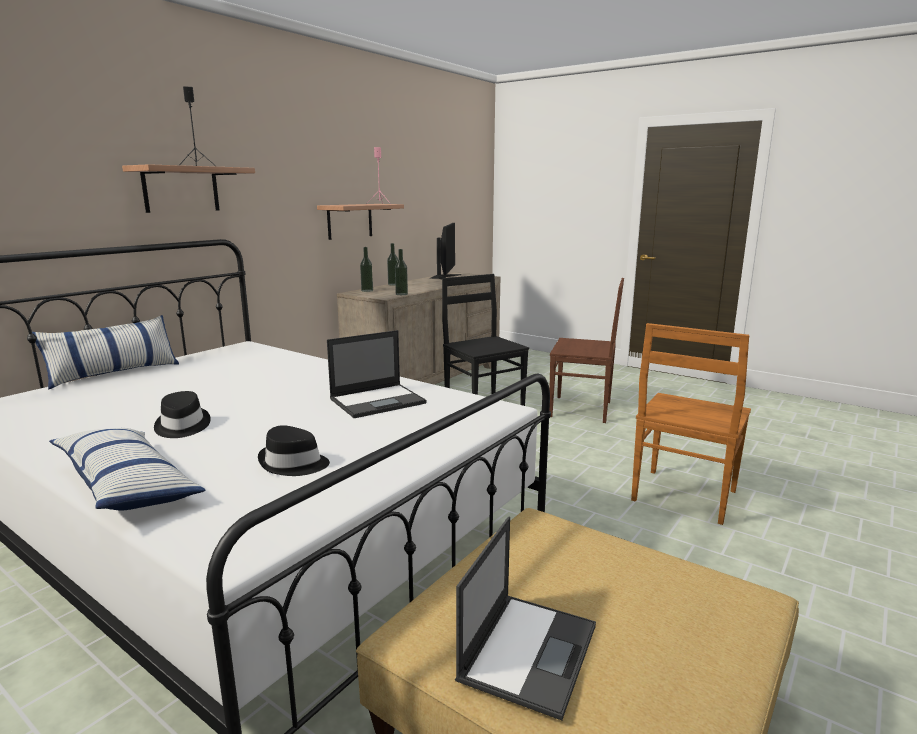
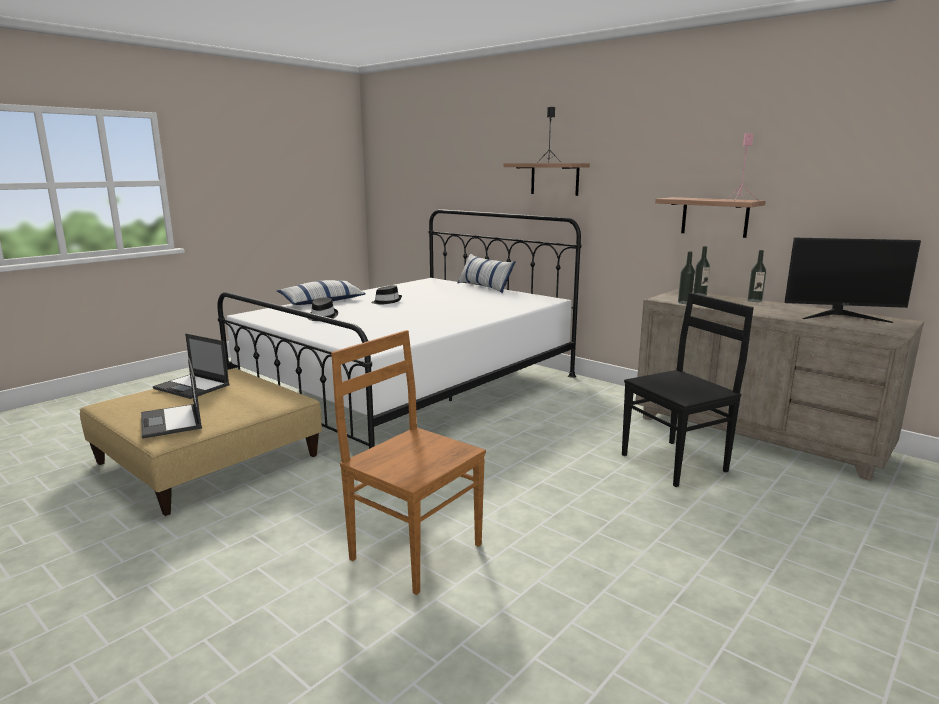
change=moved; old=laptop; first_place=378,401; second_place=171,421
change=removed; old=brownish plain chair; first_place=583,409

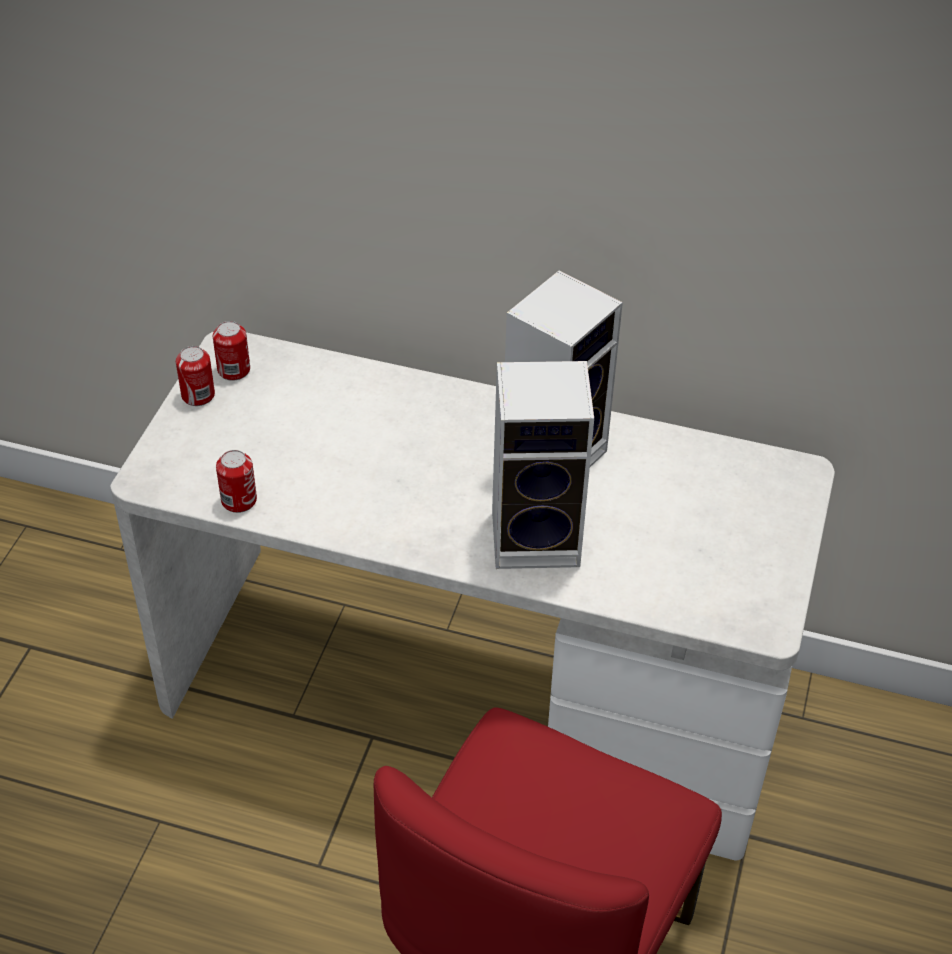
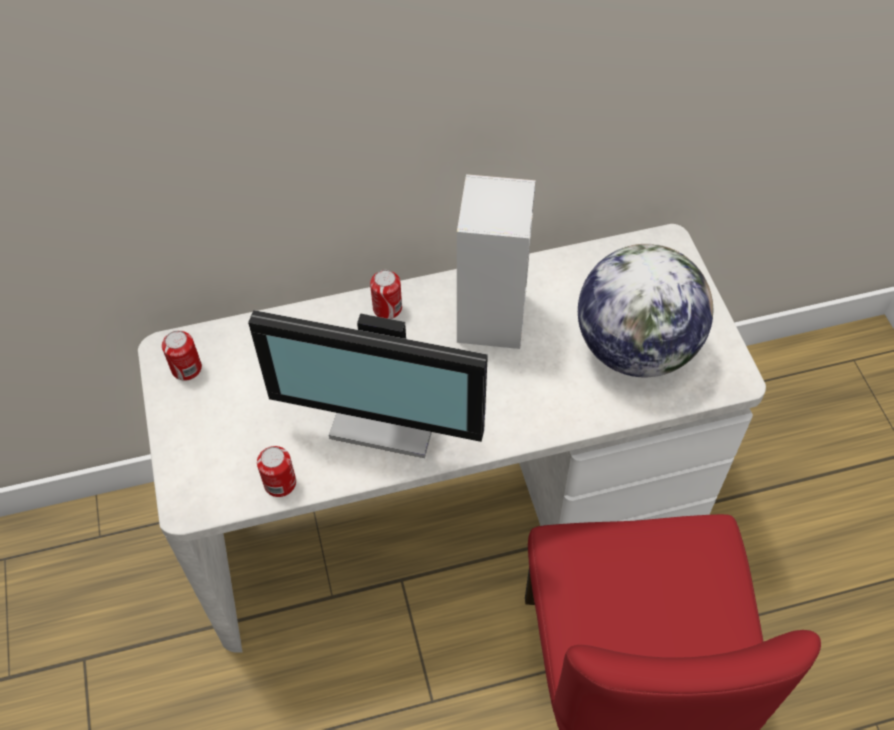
change=added; new=computer display; second_place=389,412
change=moved; old=metal can; first_place=198,395; second_place=387,308
change=added; new=globe; second_place=635,348
change=removed; old=loudspeaker; first_place=539,537

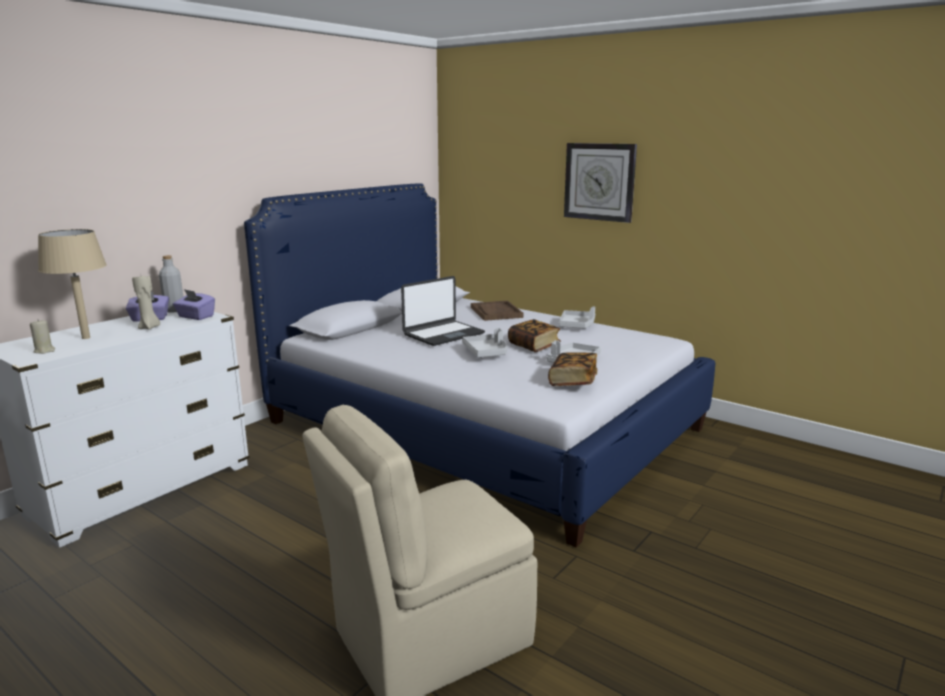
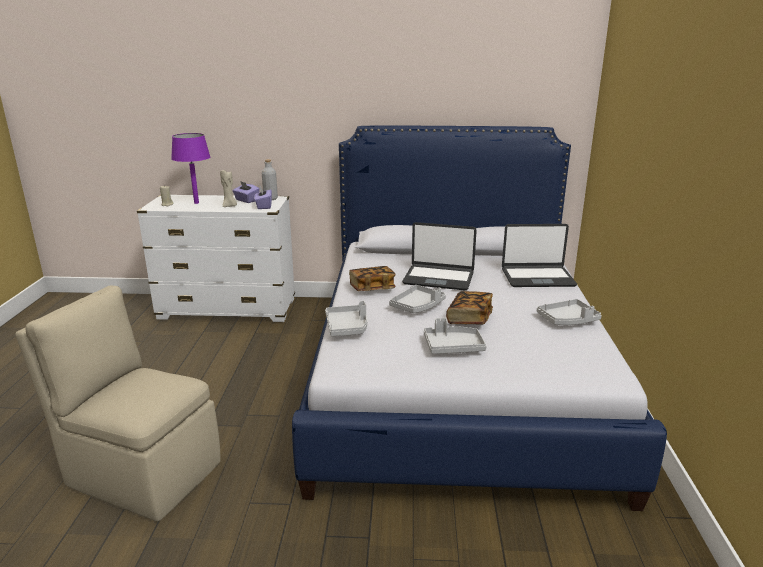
change=recoloured; old=beige tabletop lamp; new=purplish tabletop lamp; first_place=86,338; second_place=196,203
change=added; new=gray serving tray; second_place=347,327
change=moved; old=book; first_place=573,381; second_place=372,288
change=replaced; old=brownish serving tray; new=laptop; first_place=496,312; second_place=537,277
change=removed; old=wall clock; first_place=599,182

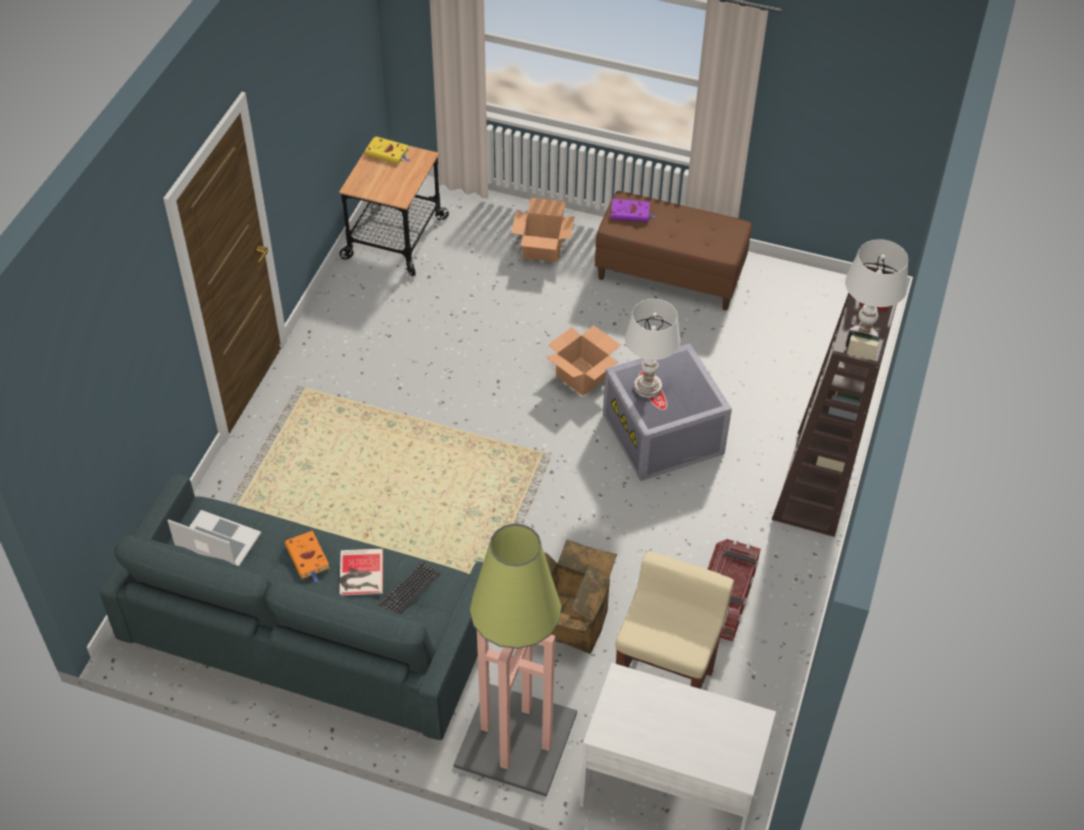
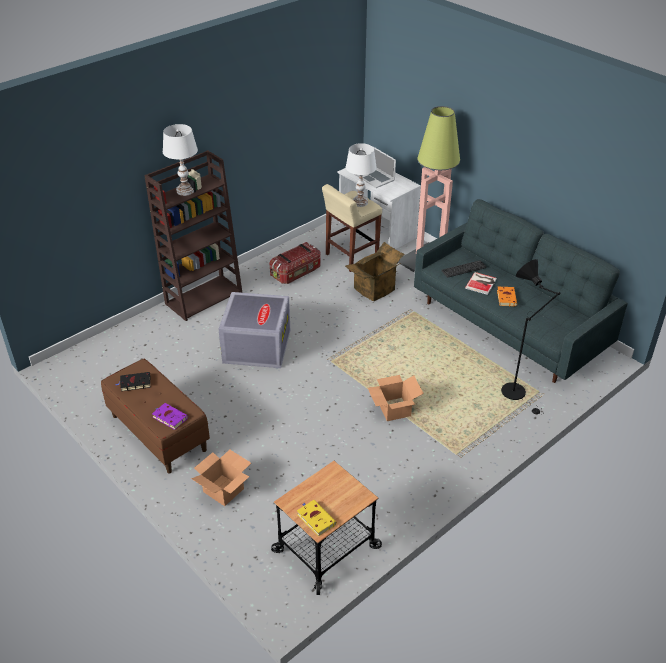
change=added; new=blackish book; second_place=134,383
change=moved; old=whitish tabletop lamp; first_place=647,387; second_place=360,202
change=moved; old=laptop; first_place=218,541; second_place=374,177
change=moved; old=cardboard box; first_place=581,376; second_place=395,410
change=added; new=blackish standard lamp; second_place=517,394

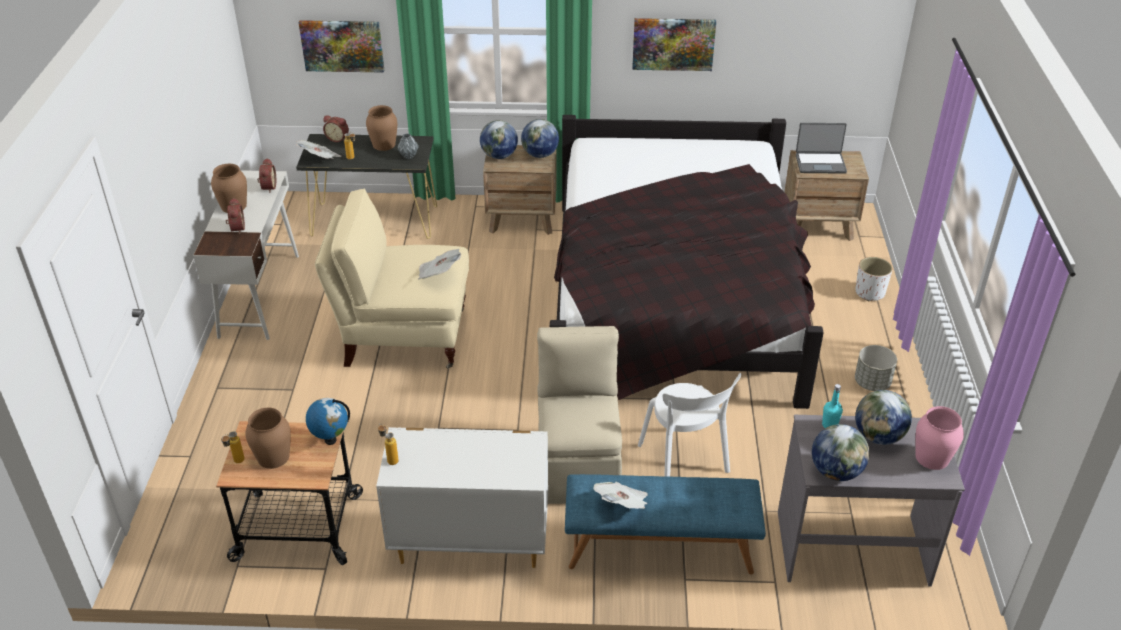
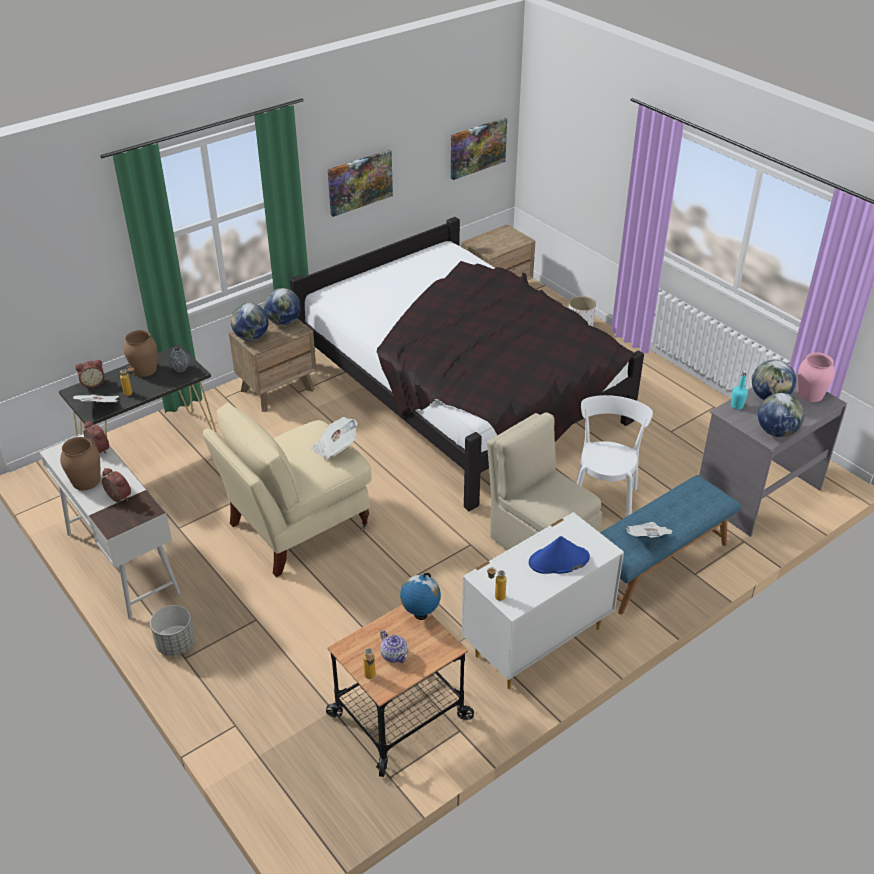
change=moved; old=gray flower pot; first_place=871,383; second_place=175,644
change=replaced; old=brownish decorative vase; new=pot for tea; first_place=274,456; second_place=394,655
change=moved; old=wall picture; first_place=342,45; second_place=477,148
change=added; new=blue wearable hat; second_place=558,560
change=turned; old=whitish plain chair; first_place=685,461; second_place=604,499; degrees=-105
change=removed; old=laptop; first_place=820,163

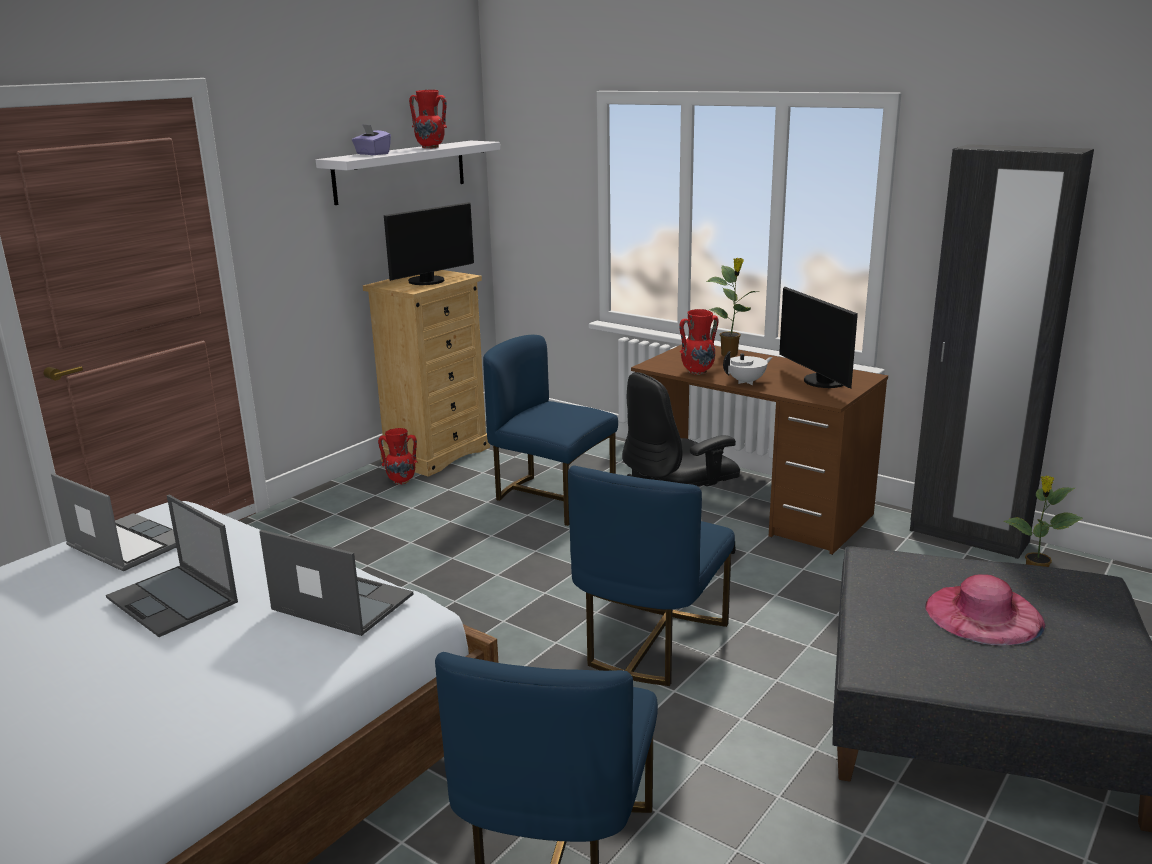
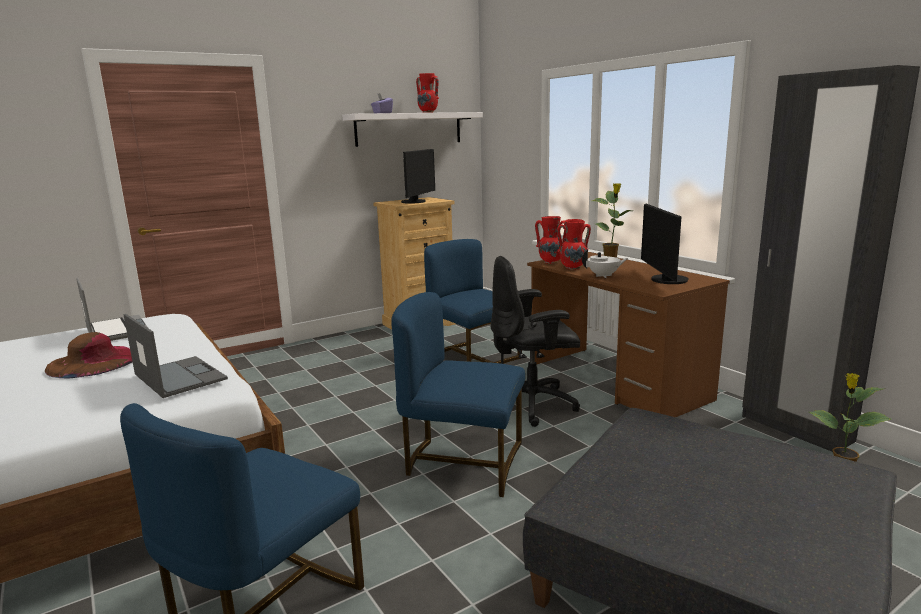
change=replaced; old=laptop; new=brownish wearable hat; first_place=173,600; second_place=93,362
change=turned; old=blue plain chair; first_place=649,642; second_place=463,462; degrees=60
change=turned; old=computer display; first_place=429,281; second_place=416,202; degrees=-45
change=moved; old=reddish decorative vase; first_place=401,481; second_place=550,262
change=removed; old=pink wearable hat; first_place=984,614

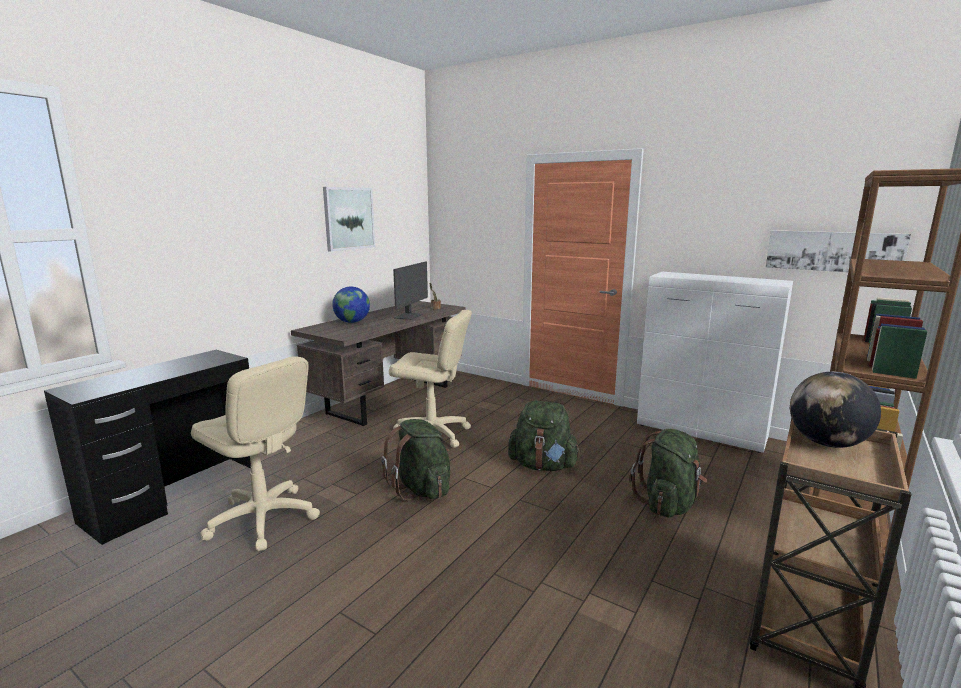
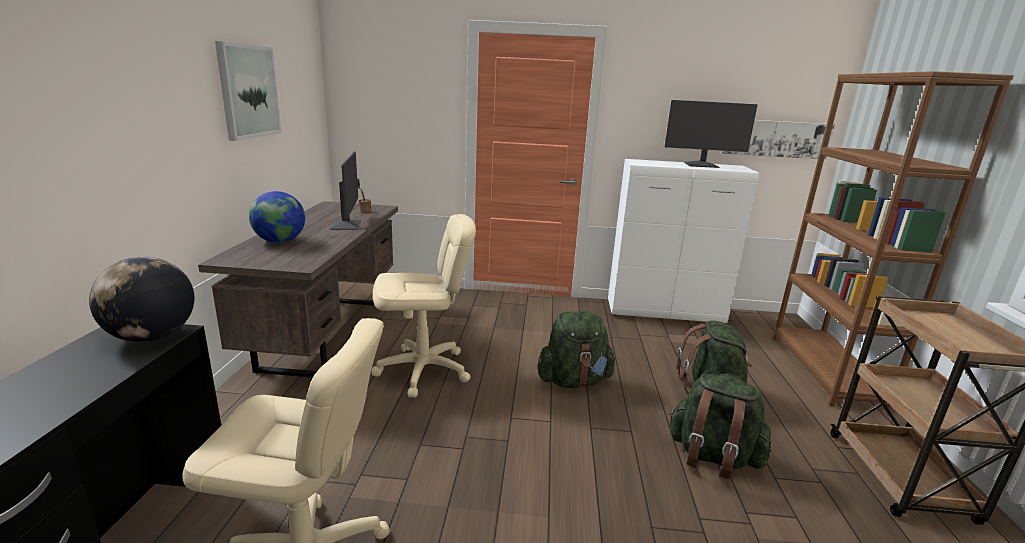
change=moved; old=globe; first_place=826,443; second_place=152,337
change=added; new=computer display; second_place=701,165
change=moved; old=green-coloured rucksack; first_place=421,489; second_place=712,457

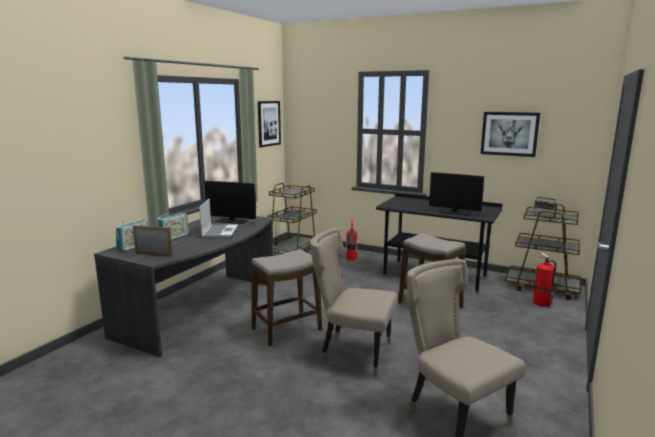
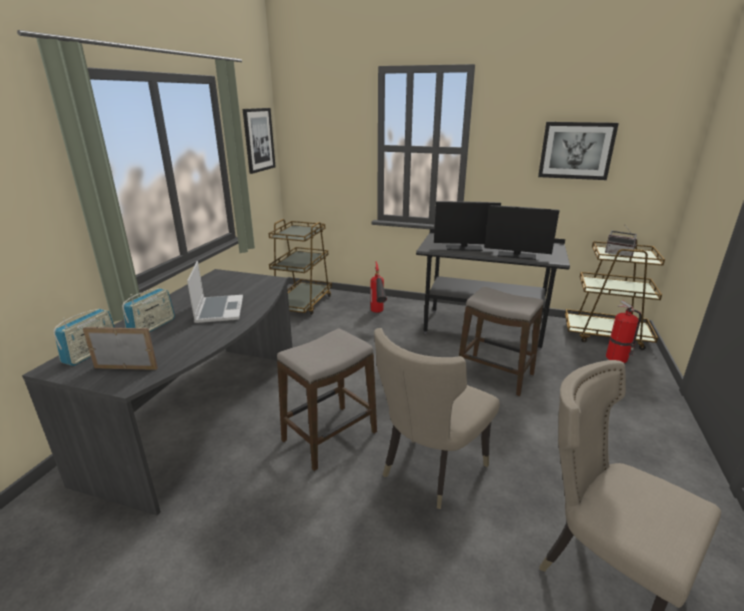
change=turned; old=beige plain chair; first_place=352,353; second_place=429,469; degrees=-60
change=moved; old=computer display; first_place=232,221; second_place=464,248

